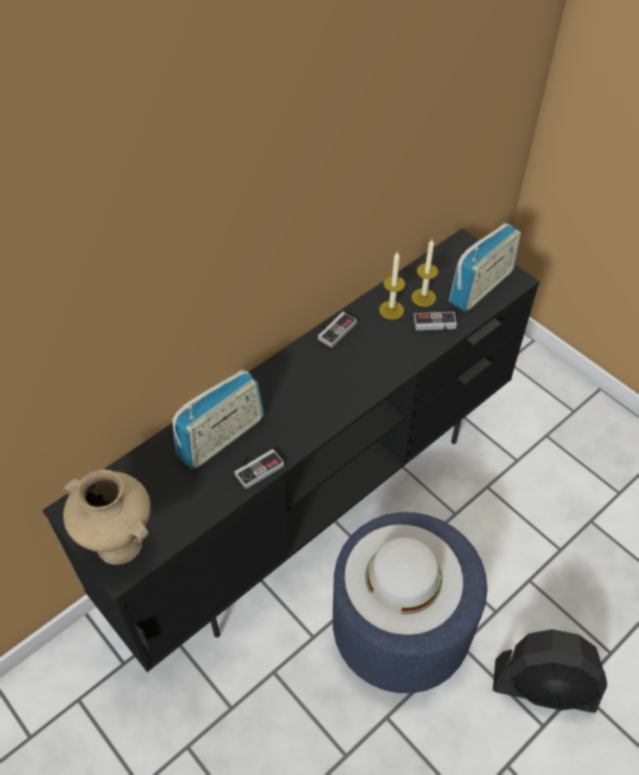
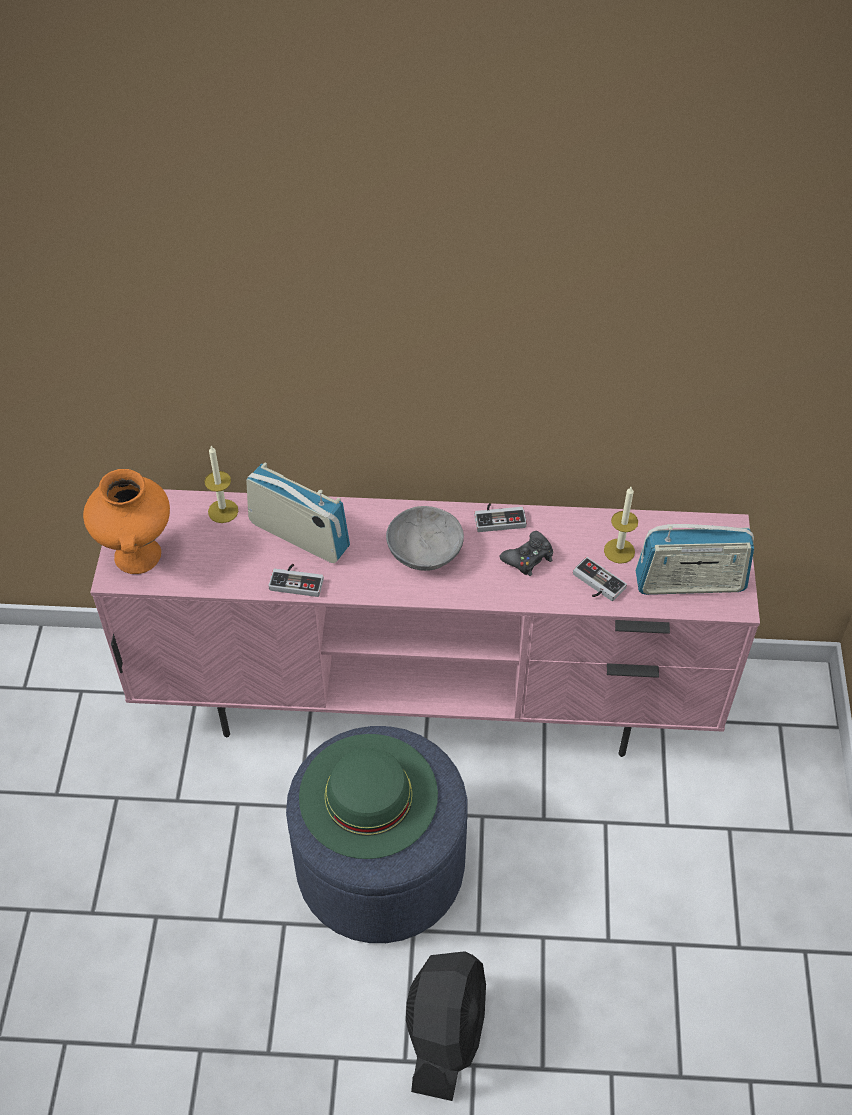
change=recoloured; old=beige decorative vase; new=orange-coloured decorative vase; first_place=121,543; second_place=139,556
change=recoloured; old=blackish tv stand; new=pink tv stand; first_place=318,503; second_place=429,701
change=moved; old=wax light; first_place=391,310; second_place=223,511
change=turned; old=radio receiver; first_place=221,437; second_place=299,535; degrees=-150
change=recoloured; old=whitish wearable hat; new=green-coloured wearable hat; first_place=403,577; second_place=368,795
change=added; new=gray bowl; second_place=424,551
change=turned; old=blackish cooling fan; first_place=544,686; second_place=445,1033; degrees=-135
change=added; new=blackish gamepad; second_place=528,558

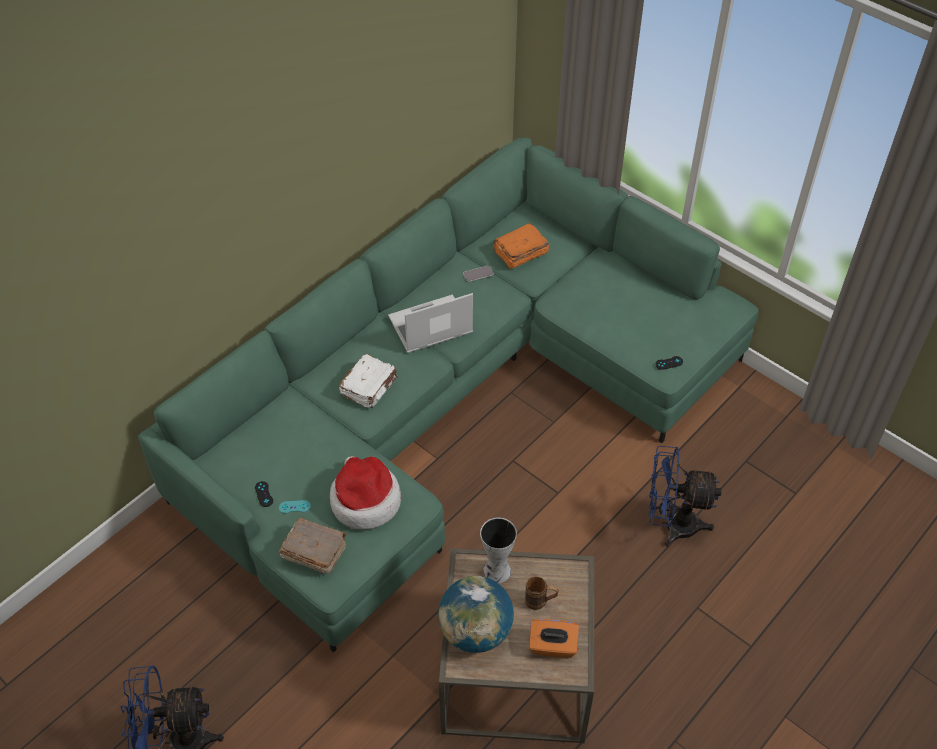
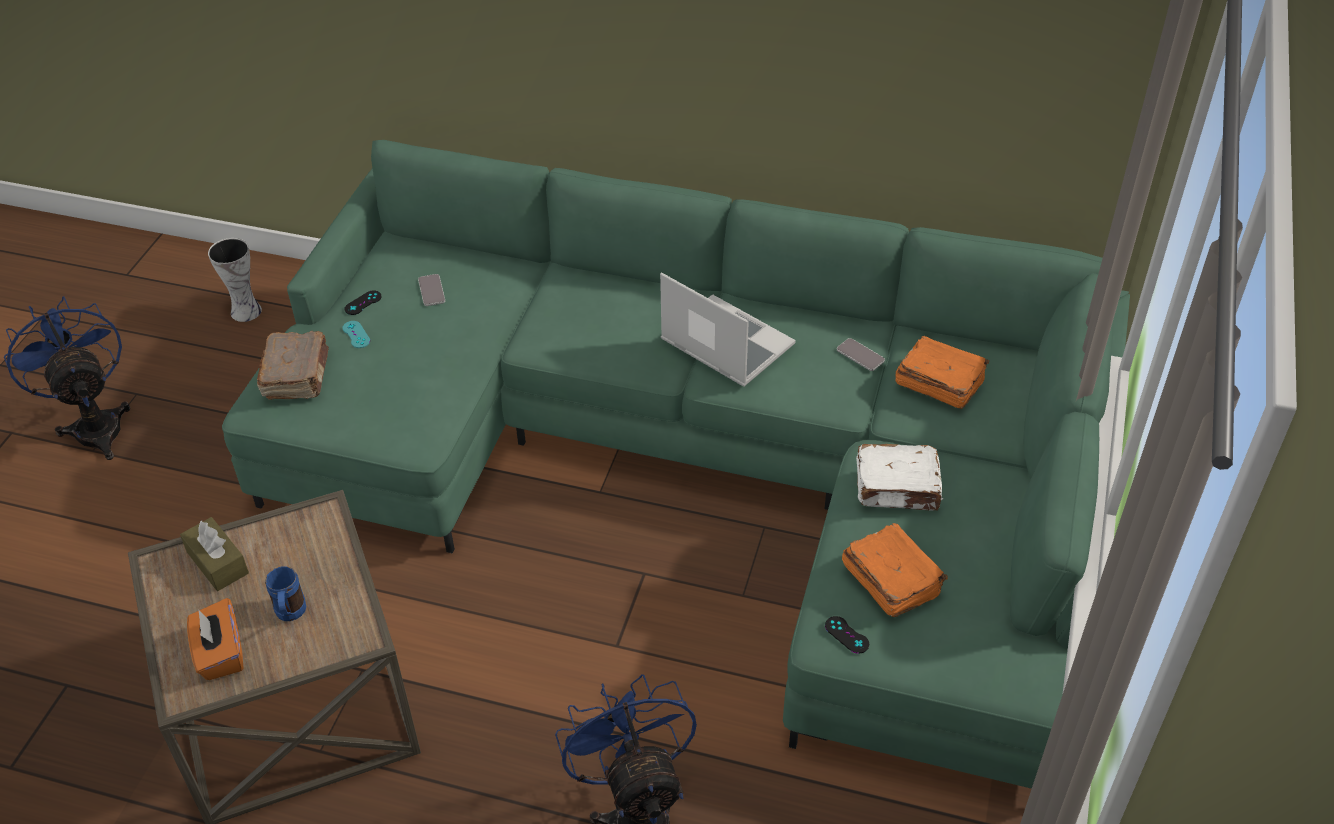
change=replaced; old=globe; new=brownish tissue box; first_place=475,632; second_place=217,562
change=moved; old=decorative vase; first_place=495,571; second_place=245,310
change=recoloured; old=brownish mug; new=blue mug; first_place=540,602; second_place=290,615
change=added; new=telephone; second_place=431,291
change=added; new=orange-coloured book; second_place=891,580
change=moved; old=whitish book; first_place=369,387; second_place=898,489
change=removed; old=wearable hat; first_place=364,500

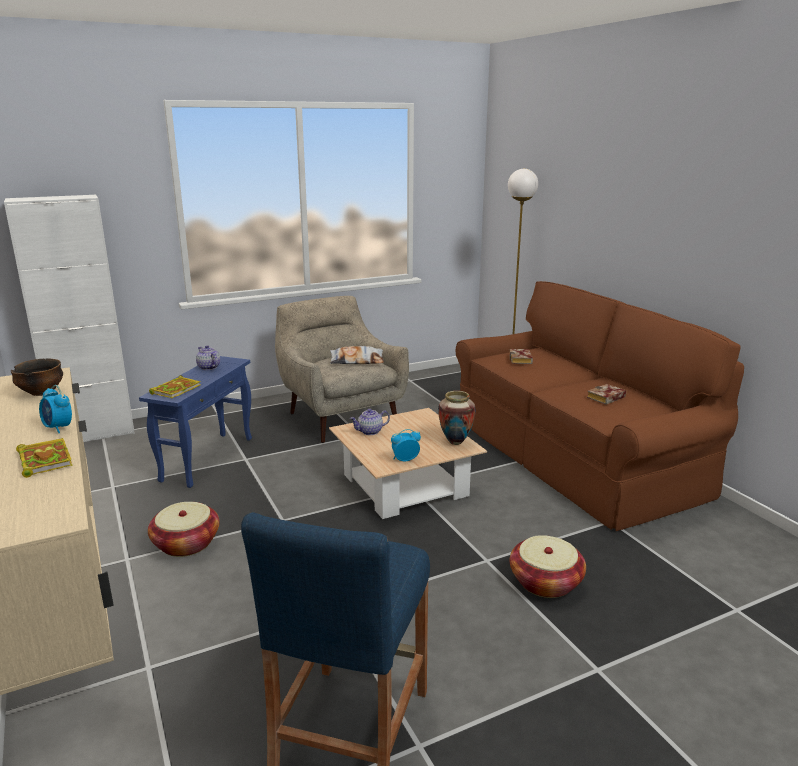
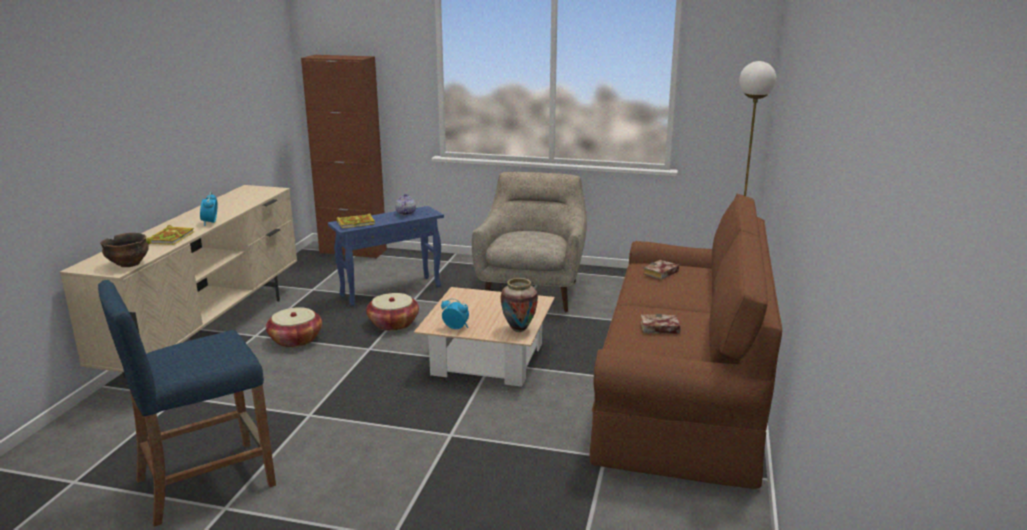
change=moved; old=bowl; first_place=41,392; second_place=129,264
change=recoloured; old=whitish cabinet; new=brownish cabinet; first_place=94,434; second_place=353,251
change=moved; old=household basket; first_place=545,582; second_place=393,324
change=removed; old=cushion; first_place=357,361
change=removed; old=pot for tea; first_place=370,431

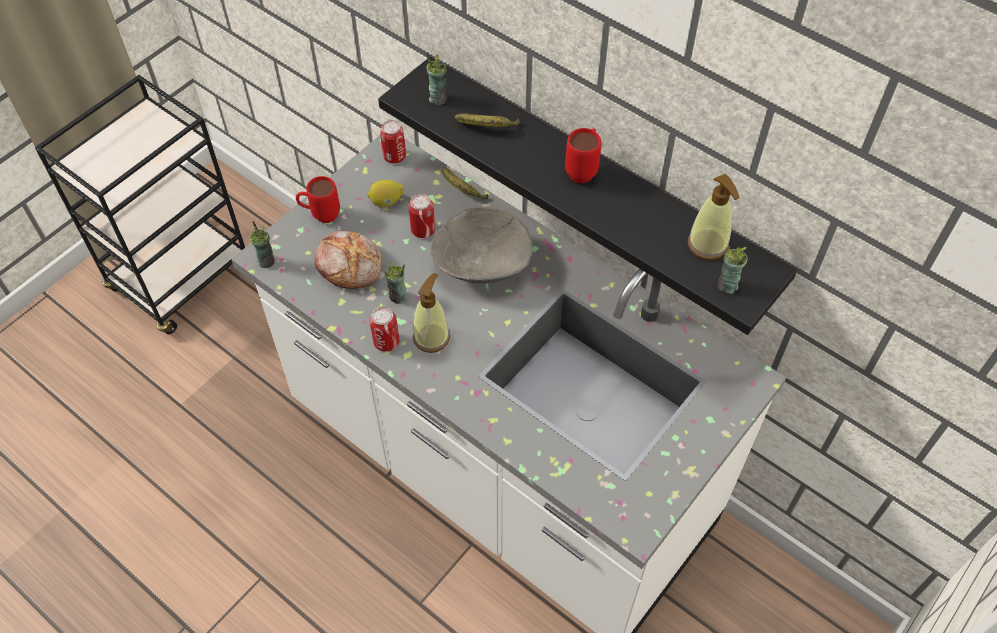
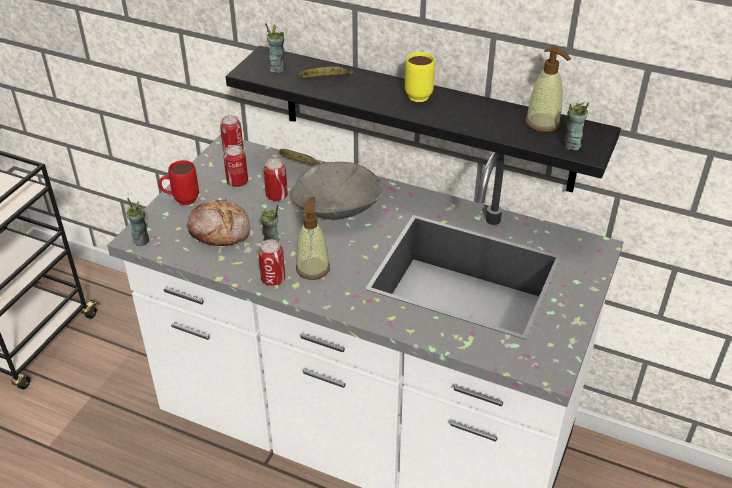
change=replaced; old=lemon; new=metal can; first_place=386,202; second_place=237,182
change=recoloured; old=reddish mug; new=yellow-coloured mug; first_place=583,170; second_place=419,94

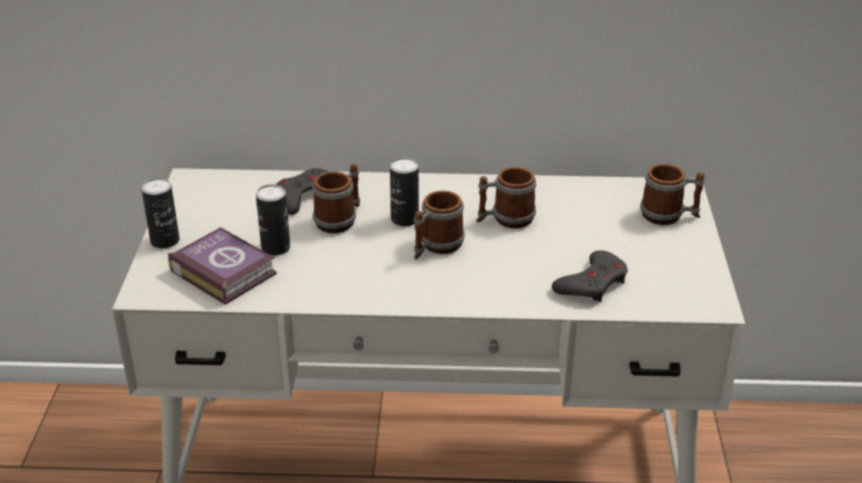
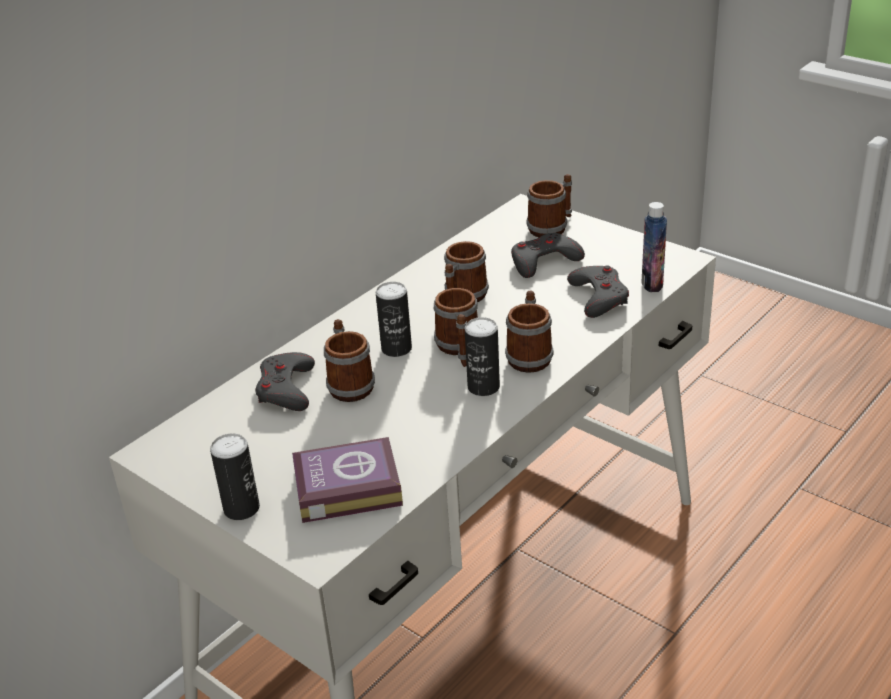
change=moved; old=metal can; first_place=275,248; second_place=483,387
change=added; new=mug; second_place=529,355
change=added; new=gray gamepad; second_place=543,261
change=added; new=drink bottle; second_place=652,284

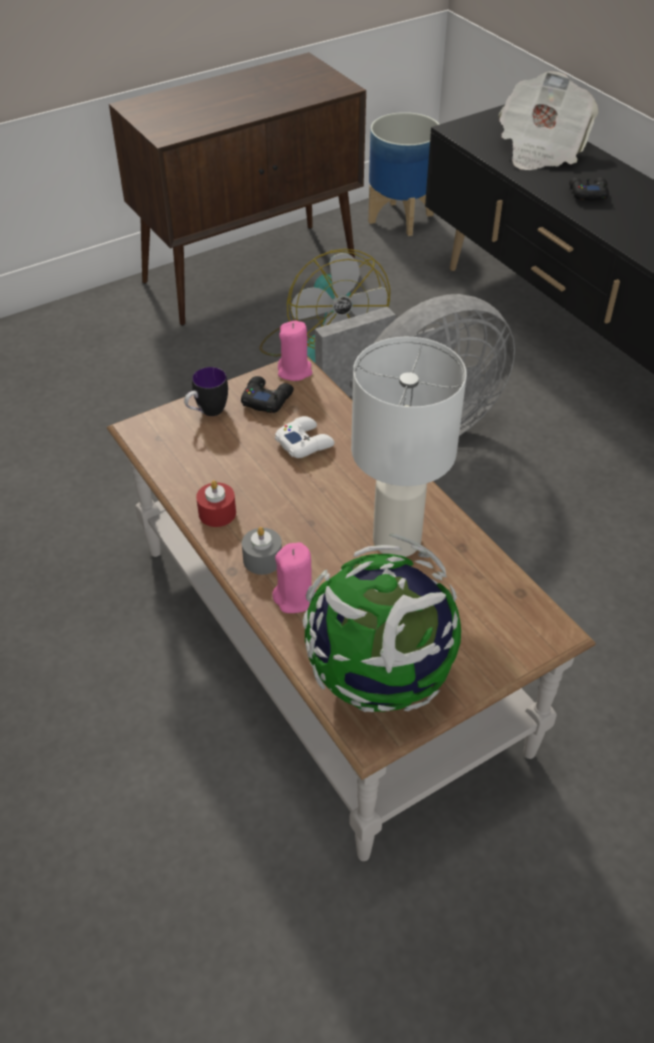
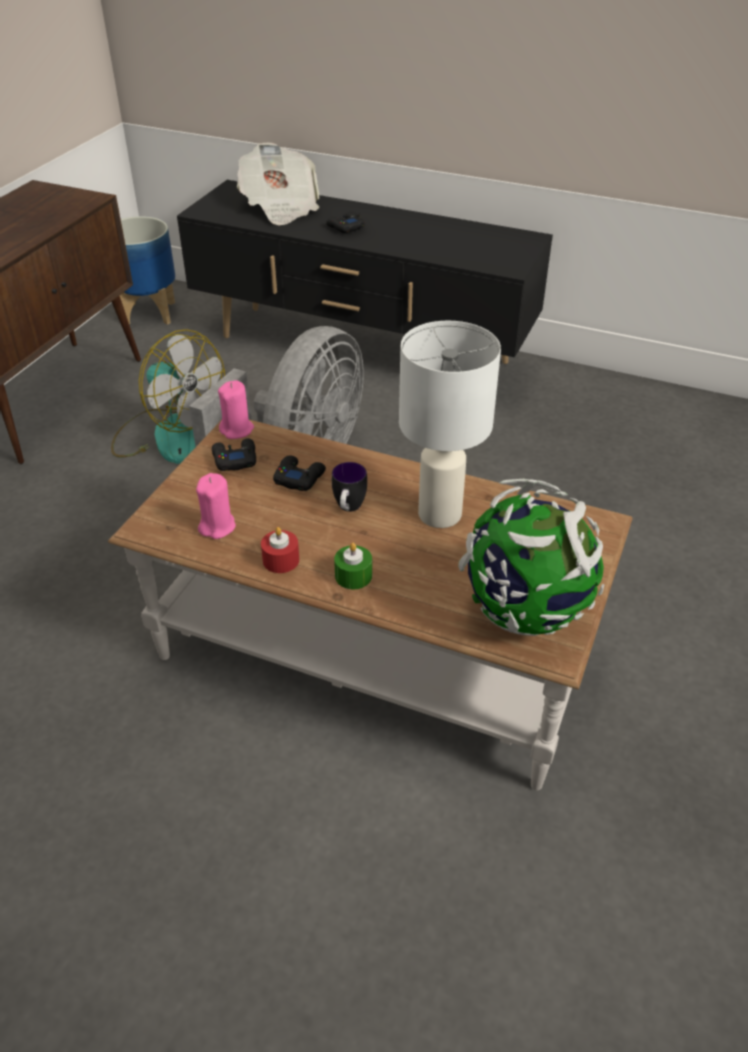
change=moved; old=pink wax light; first_place=295,597; second_place=217,526
change=recoloured; old=whitish gamepad; new=blackish gamepad; first_place=304,442; second_place=299,478
change=moved; old=mug; first_place=207,412; second_place=348,509
change=recoloured; old=gray wax light; new=green-coloured wax light; first_place=262,559; second_place=353,576

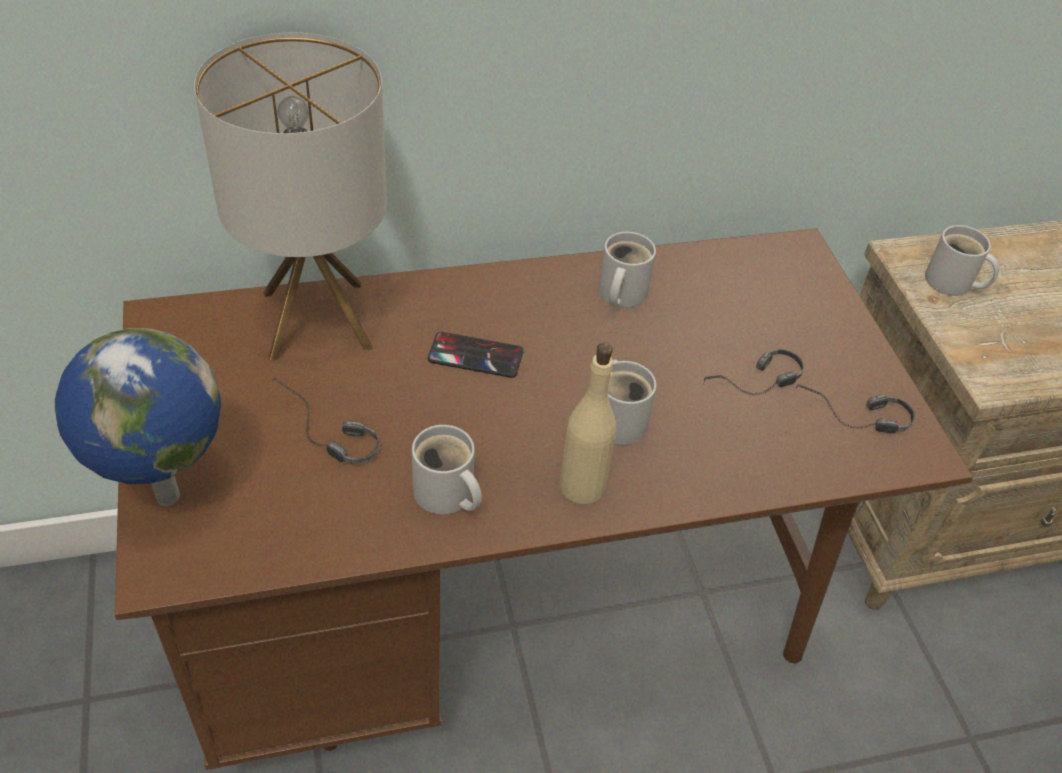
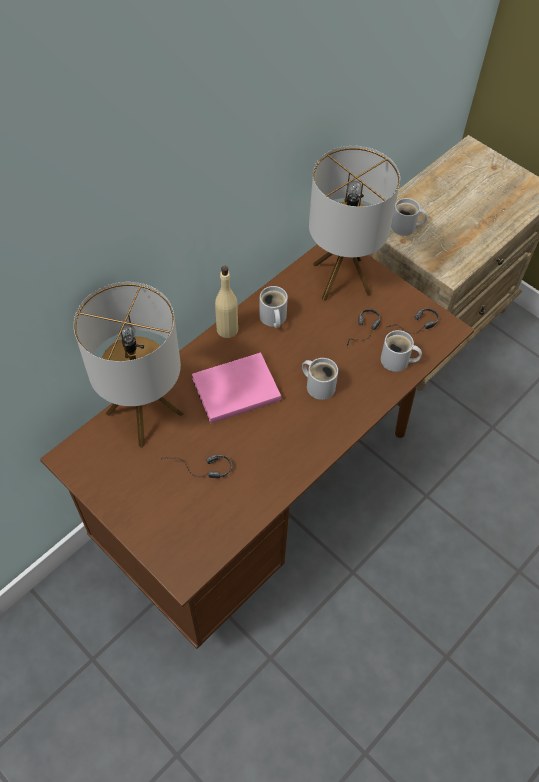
change=replaced; old=telephone; new=pink book; first_place=475,355; second_place=233,389
change=moved; old=beige drink bottle; first_place=582,486; second_place=227,329
change=added; new=tabletop lamp; second_place=342,279
change=moved; old=whitish mug; first_place=445,495; second_place=397,361
change=removed; old=globe; first_place=164,497

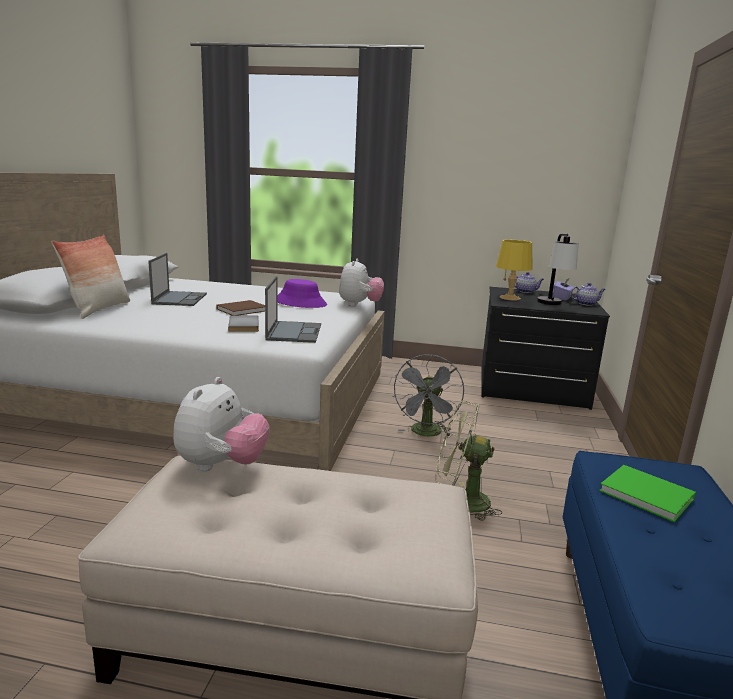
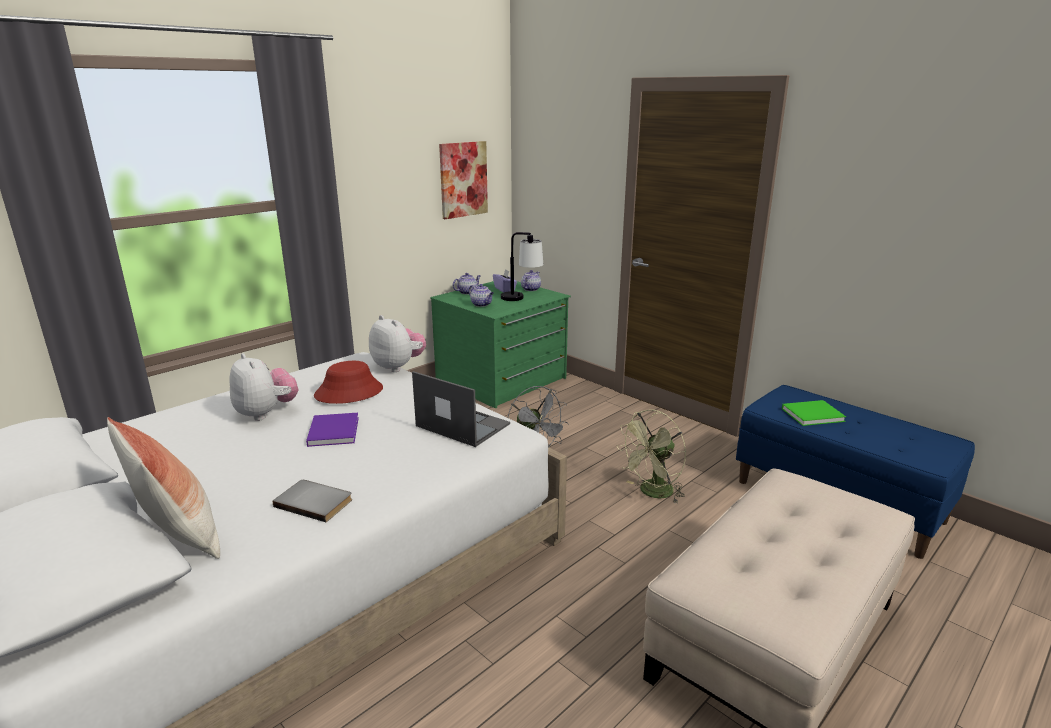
change=moved; old=soft toy; first_place=221,465; second_place=266,413
change=moved; old=gray book; first_place=245,325; second_place=315,502
change=recoloured; old=brownish book; new=purplish book; first_place=243,310; second_place=334,430
change=recoloured; old=purplish wearable hat; new=reddish wearable hat; first_place=300,303; second_place=349,392
change=recoloured; old=blackish chest of drawers; new=green-coloured chest of drawers; first_place=531,387; second_place=502,380
change=added; new=wall picture; second_place=463,179
change=replaced; old=yellow-coloured tabletop lamp; new=pot for tea; first_place=510,298; second_place=482,304
change=removed; old=laptop; first_place=180,299

